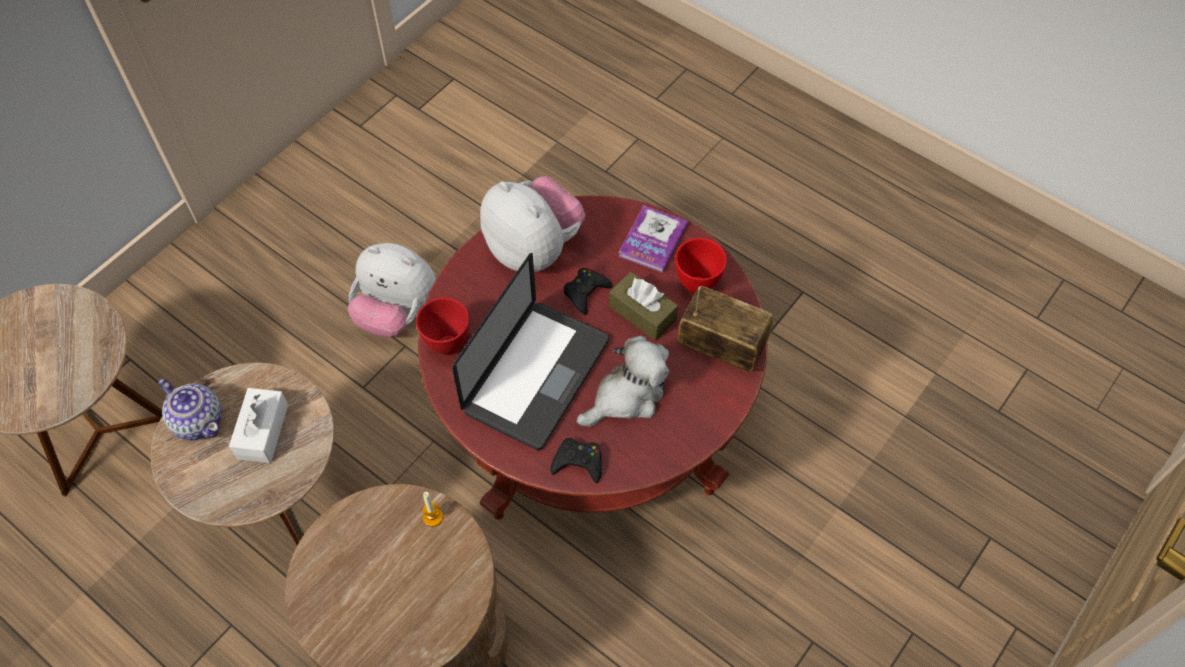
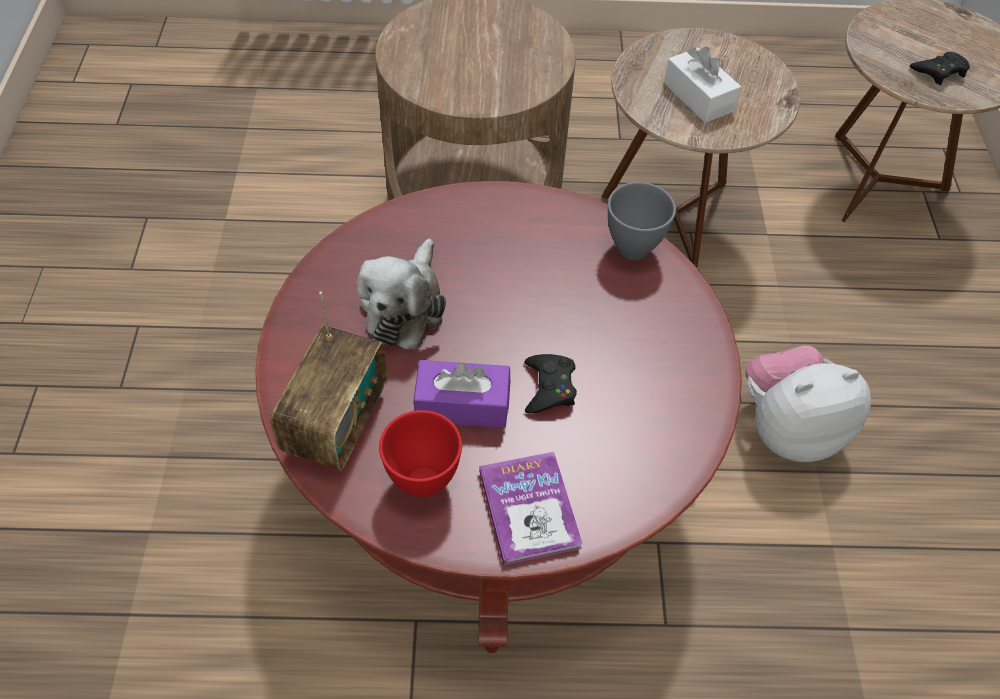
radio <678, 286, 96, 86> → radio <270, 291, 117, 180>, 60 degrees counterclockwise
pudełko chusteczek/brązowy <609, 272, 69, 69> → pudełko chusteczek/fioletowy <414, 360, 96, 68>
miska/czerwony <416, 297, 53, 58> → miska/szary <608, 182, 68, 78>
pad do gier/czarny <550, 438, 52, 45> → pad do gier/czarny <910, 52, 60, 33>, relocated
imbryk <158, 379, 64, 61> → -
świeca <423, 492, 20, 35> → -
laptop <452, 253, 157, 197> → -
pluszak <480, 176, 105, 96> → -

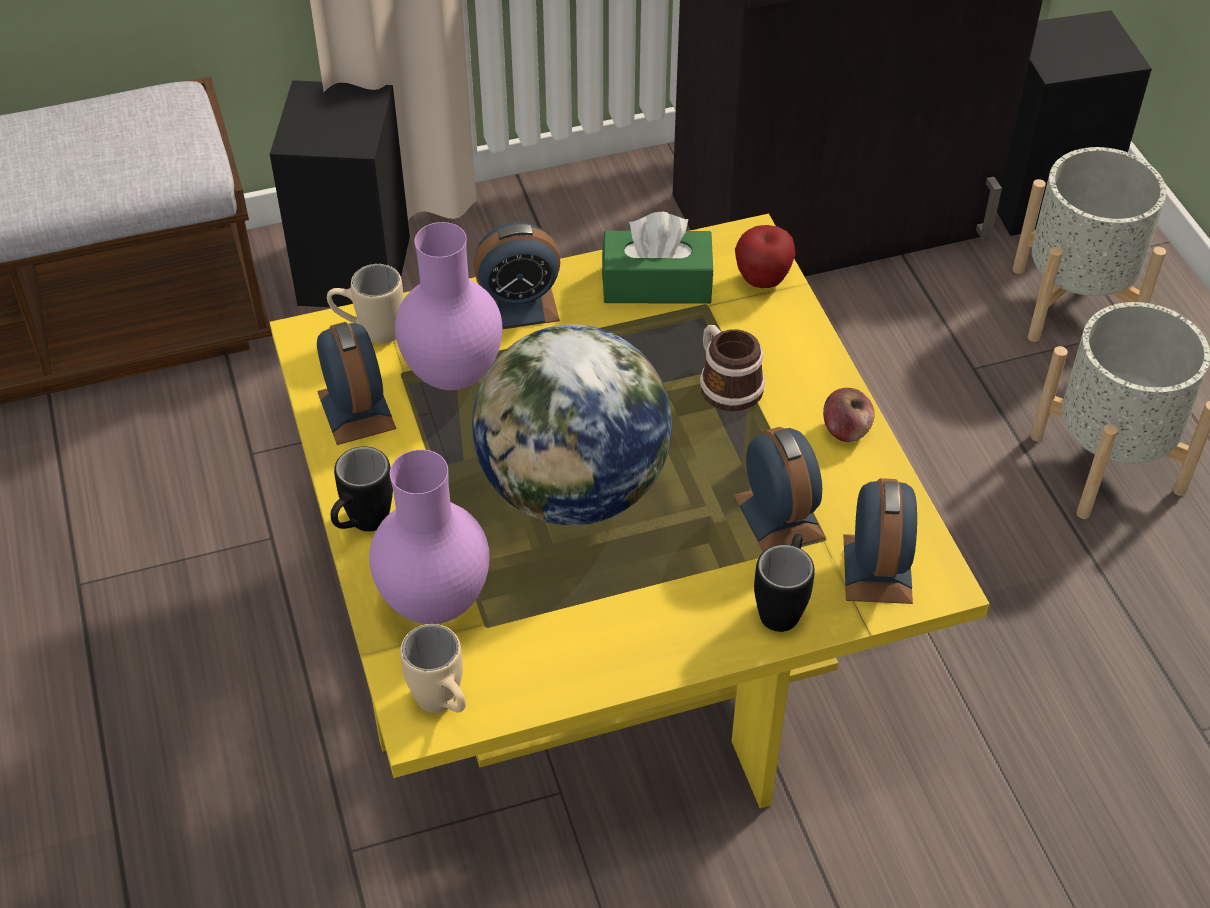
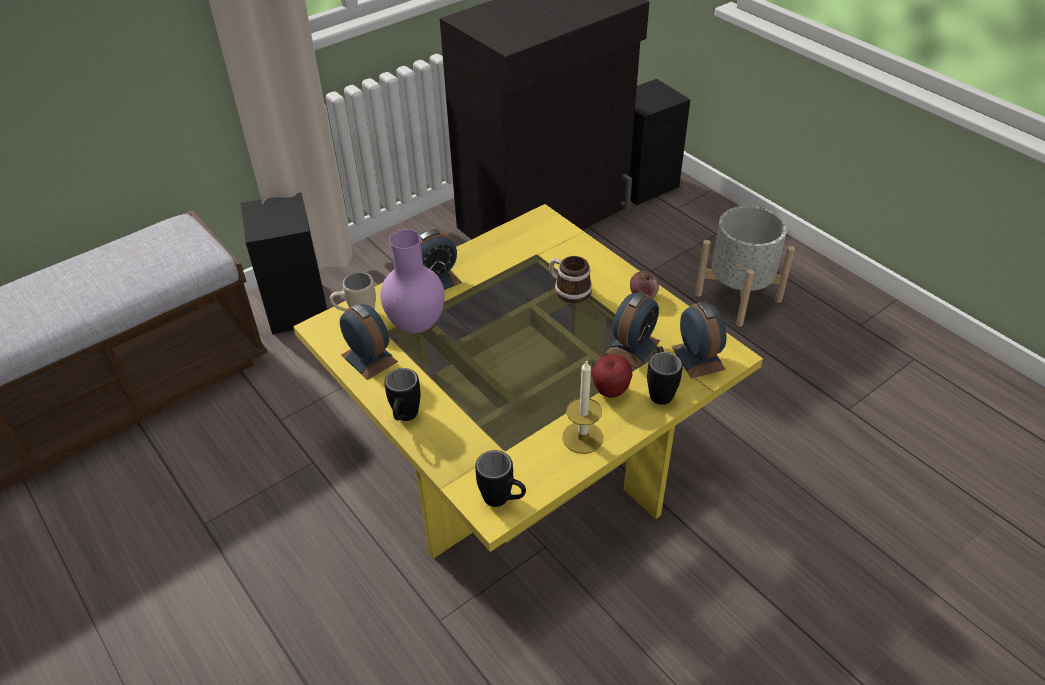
kubek/beżowy <400, 624, 66, 89> → kubek/czarny <475, 450, 51, 57>
- → świeca <562, 360, 41, 94>
jabłko <735, 225, 60, 63> → jabłko <592, 354, 40, 44>, relocated
budzik <734, 427, 91, 125> → budzik <605, 292, 55, 76>, 75 degrees clockwise
wazon/fioletowy <369, 449, 120, 175> → -
globus <472, 324, 200, 202> → -
pudełko chusteczek/zielony <602, 212, 112, 92> → -
donica/szary <1013, 147, 153, 195> → -

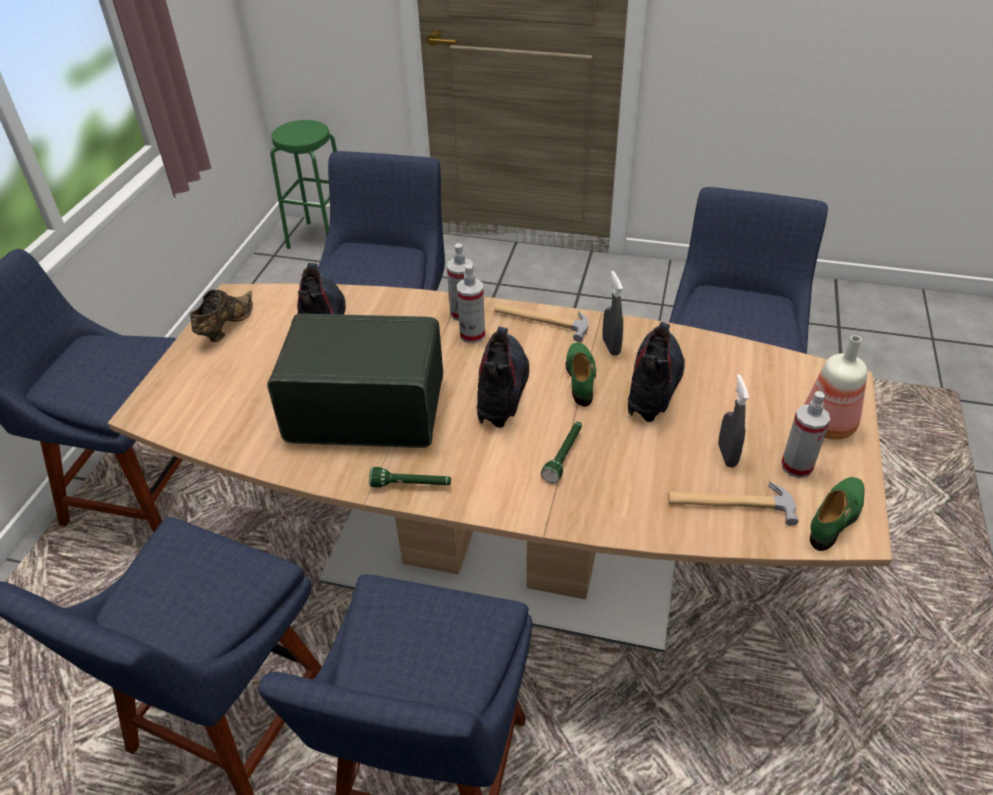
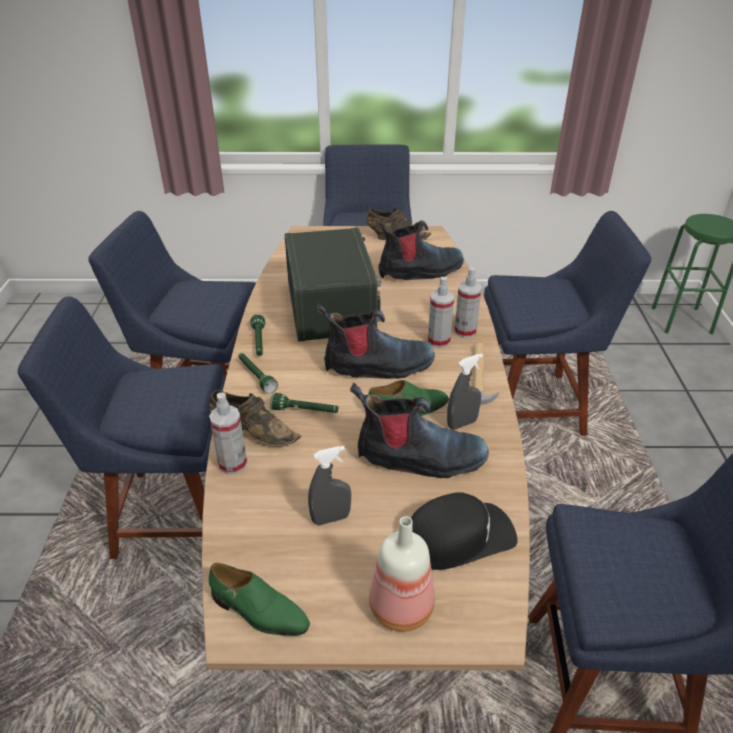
- → but/brązowy <209, 390, 92, 57>
spryskiwacz <781, 391, 49, 87> → spryskiwacz <209, 392, 38, 82>, relocated
- → latarka/zielony <238, 353, 40, 41>
- → czapka z daszkiem/czarny <411, 492, 107, 78>
młotek <668, 481, 131, 45> → -

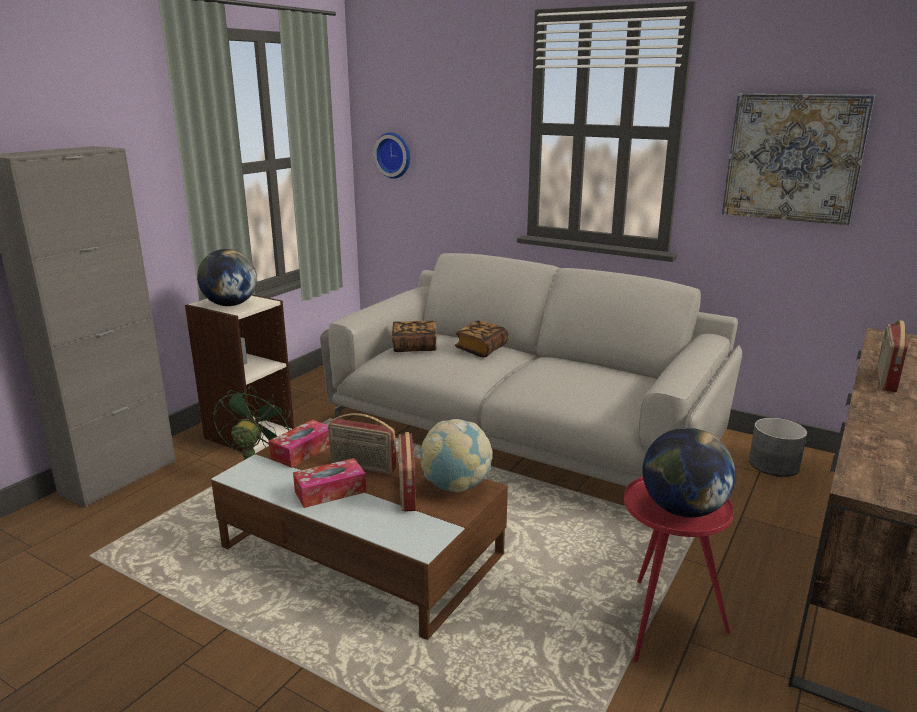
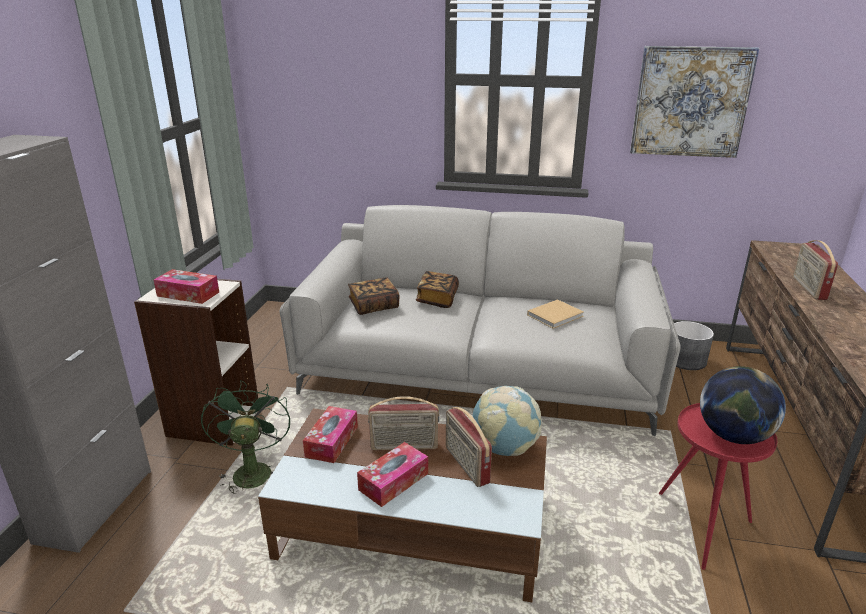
globus <197, 249, 60, 57> → pudełko chusteczek <154, 269, 65, 35>
- → książka/beżowy <527, 299, 57, 30>
zegar ścienny <373, 132, 37, 47> → -

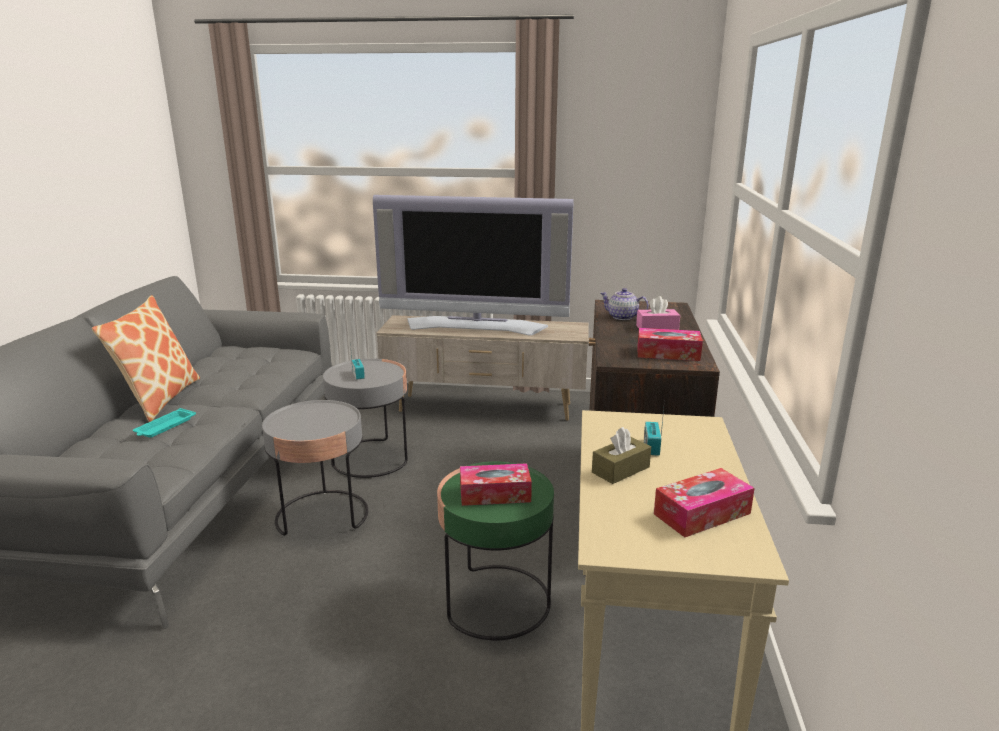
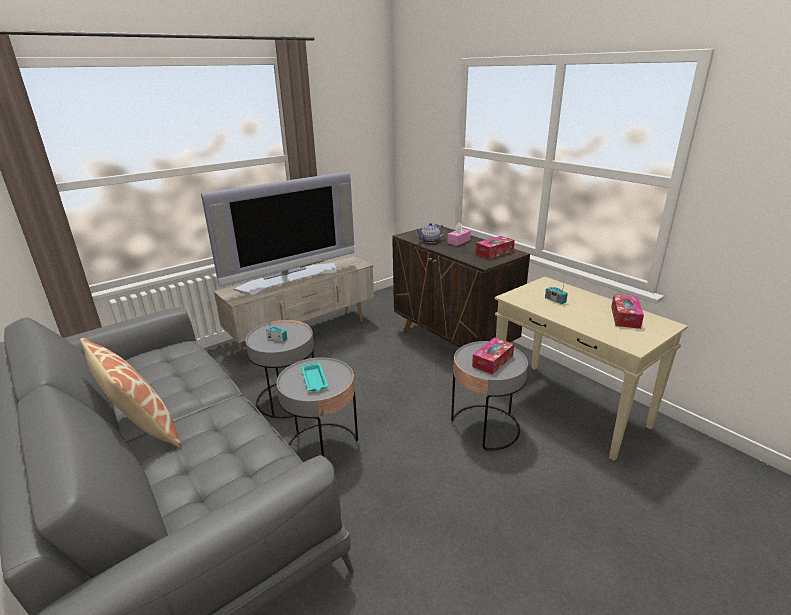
taca/turkusowy <133, 408, 63, 30> → taca/turkusowy <301, 362, 27, 29>, relocated
stolik/zielony <437, 462, 117, 178> → stolik/szary <451, 341, 77, 110>
pudełko chusteczek/brązowy <592, 427, 59, 57> → -

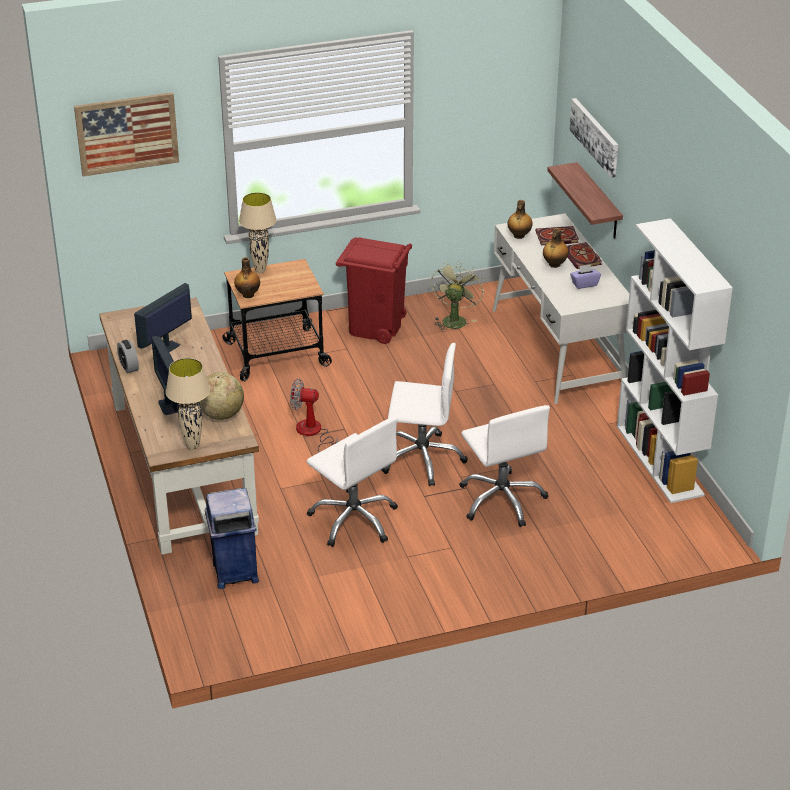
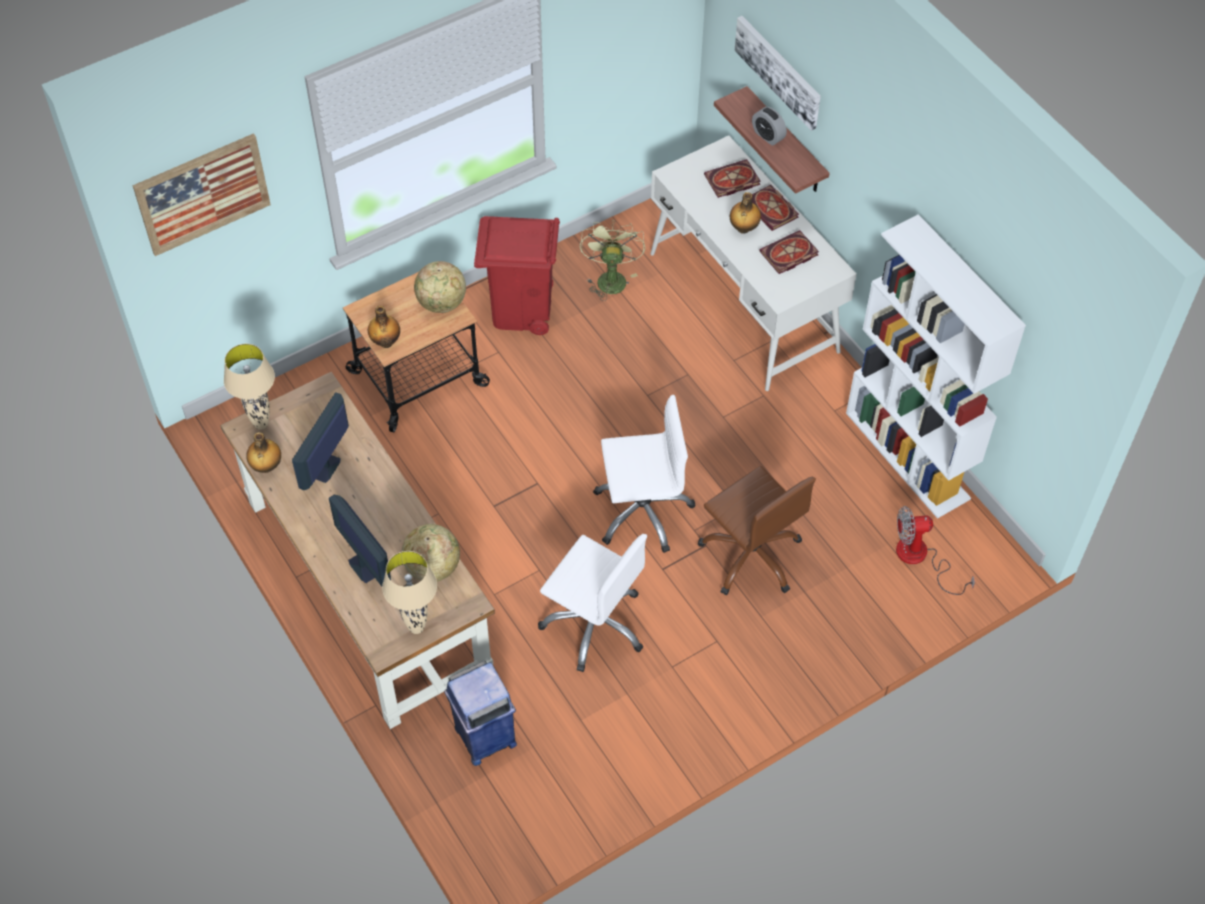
lampa stołowa/beżowy <239, 192, 38, 81> → lampa stołowa/beżowy <224, 344, 51, 86>, relocated
butelka <507, 200, 26, 39> → butelka <246, 432, 35, 41>, relocated
- → globus <414, 261, 52, 52>
krzesło biurowe/biały <459, 405, 91, 122> → krzesło biurowe/brązowy <698, 466, 118, 129>
budzik <117, 340, 22, 34> → budzik <752, 107, 35, 38>, relocated
pudełko chusteczek/fioletowy <570, 264, 31, 25> → książka <759, 230, 60, 44>
wentylator <290, 379, 48, 73> → wentylator <896, 506, 79, 89>, relocated

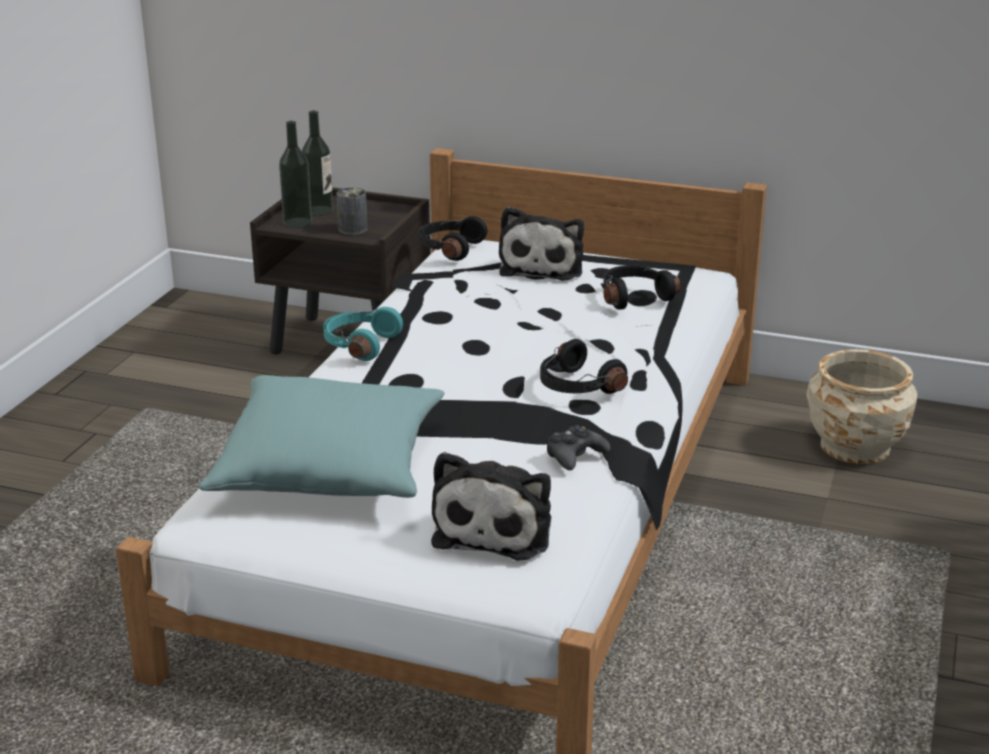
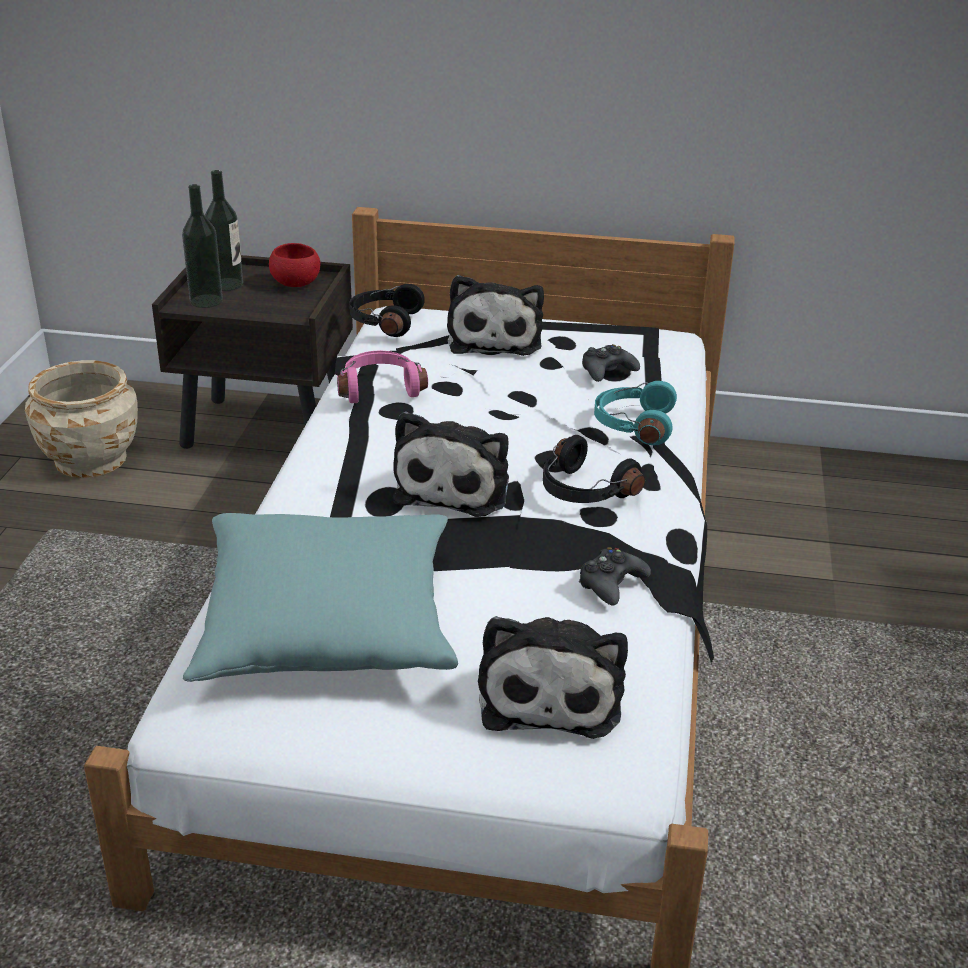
donica/beżowy <806, 349, 112, 115> → donica/beżowy <25, 360, 113, 118>, relocated
- → miska/czerwony <269, 243, 51, 44>
- → słuchawki/różowy <337, 351, 91, 52>
- → pluszak <393, 412, 116, 105>
słuchawki/czarny <601, 265, 80, 44> → pad do gier/czarny <582, 344, 58, 38>
słuchawki/turkusowy <323, 307, 80, 54> → słuchawki/turkusowy <594, 381, 83, 64>, relocated
puszka <336, 187, 32, 48> → -

